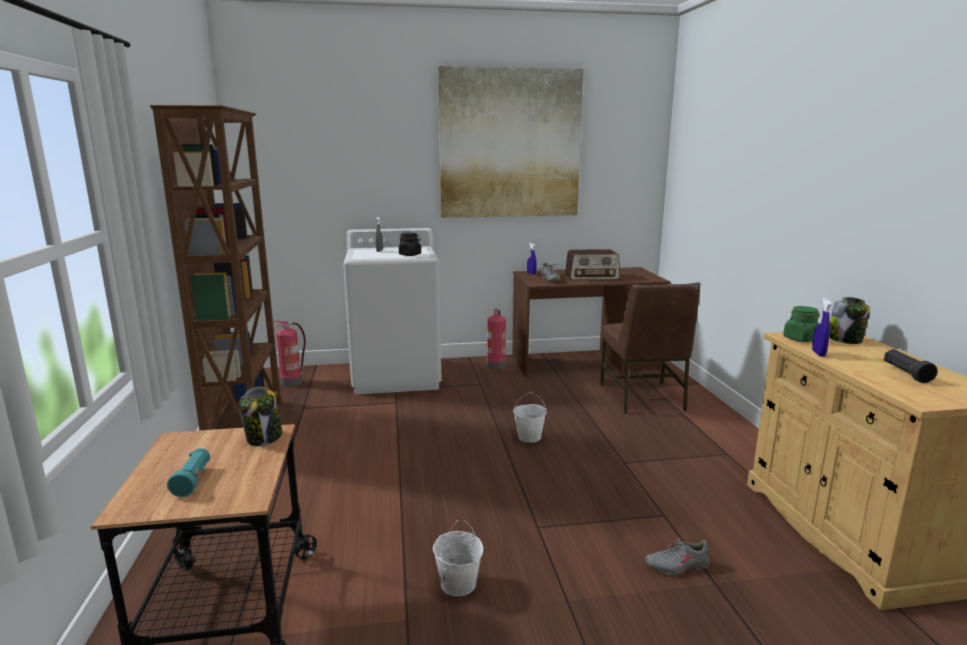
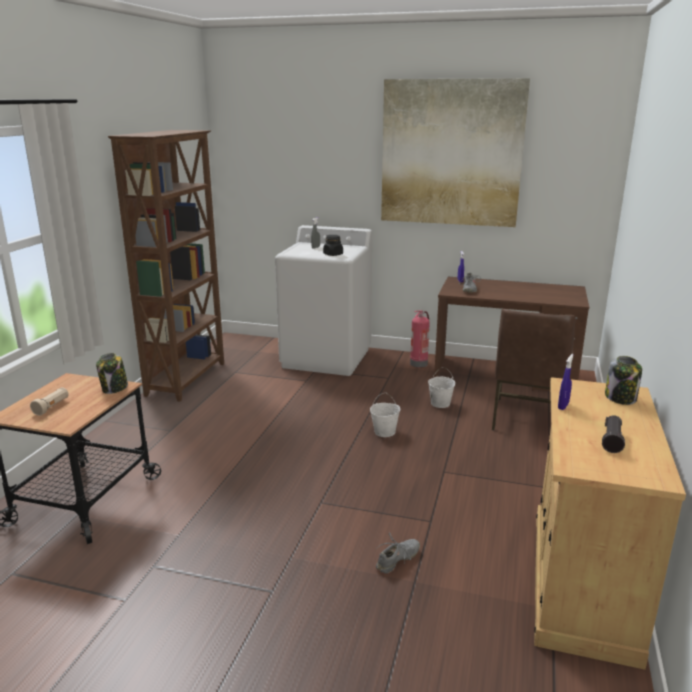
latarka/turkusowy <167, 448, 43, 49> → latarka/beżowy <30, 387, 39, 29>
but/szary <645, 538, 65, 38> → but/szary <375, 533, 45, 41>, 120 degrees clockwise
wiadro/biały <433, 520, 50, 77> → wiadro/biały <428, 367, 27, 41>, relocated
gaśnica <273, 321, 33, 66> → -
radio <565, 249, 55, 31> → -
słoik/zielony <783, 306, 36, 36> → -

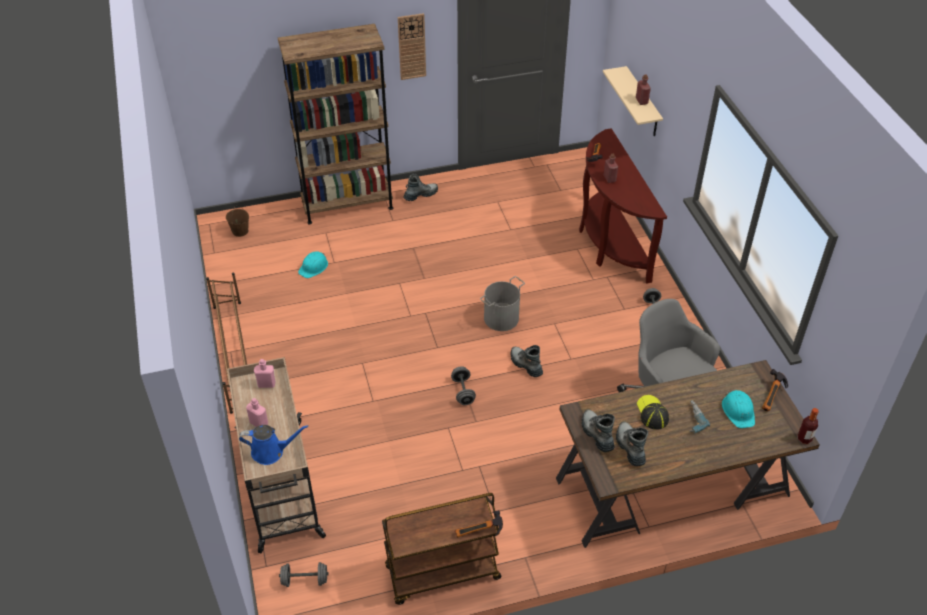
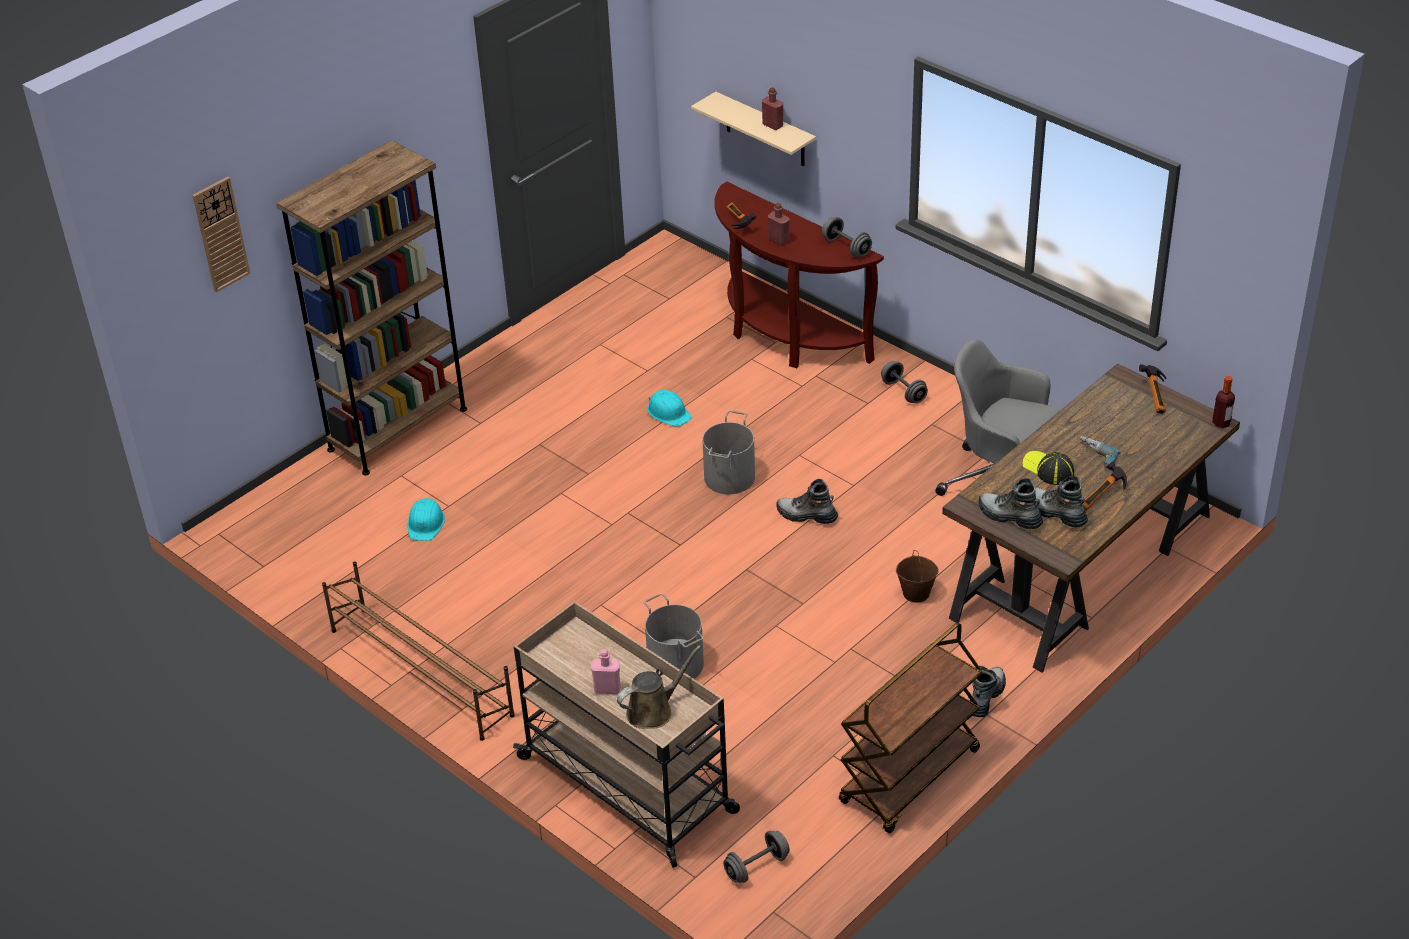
zegar ścienny <398, 13, 28, 67> → zegar ścienny <193, 177, 57, 116>, relocated
konewka/niebieski <239, 425, 70, 40> → konewka/brązowy <617, 645, 84, 84>
- → wiadro/szary <643, 593, 61, 86>
kask/turkusowy <722, 390, 33, 38> → kask/turkusowy <647, 390, 45, 37>, relocated
hantel/szary <451, 366, 25, 39> → hantel/szary <822, 217, 50, 40>, relocated
wiadro/brązowy <226, 205, 23, 32> → wiadro/brązowy <896, 550, 42, 53>, relocated
but z cholewką <403, 174, 35, 27> → but z cholewką <970, 666, 36, 51>, relocated
młotek <455, 510, 48, 27> → młotek <1083, 462, 44, 49>, relocated
butelka/różowy <254, 359, 22, 29> → -

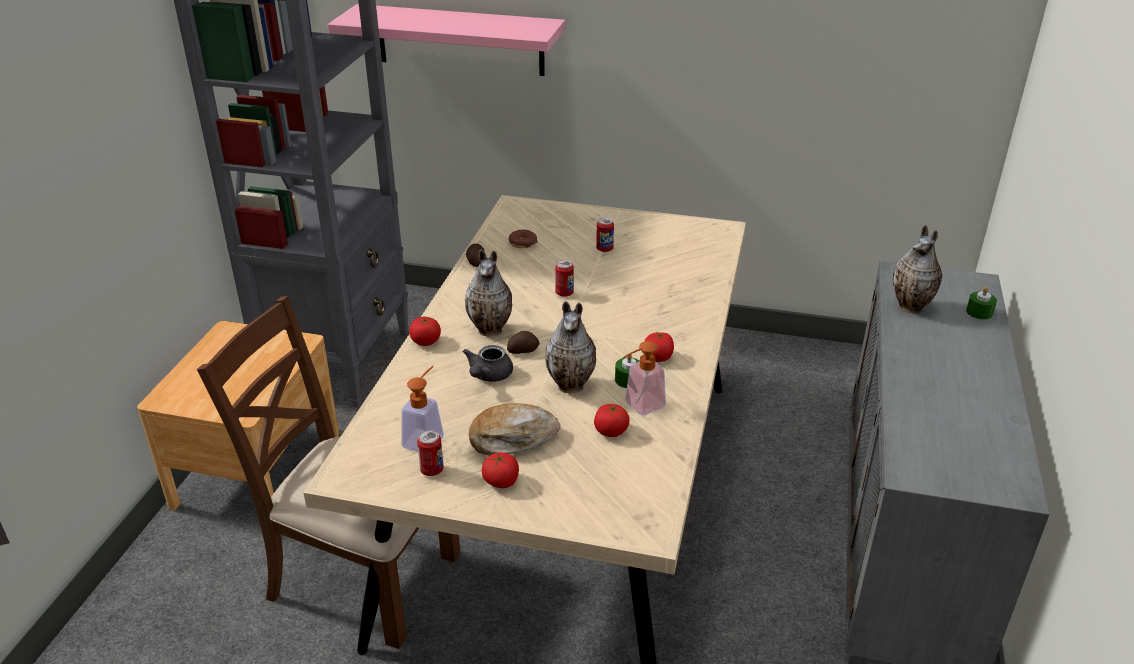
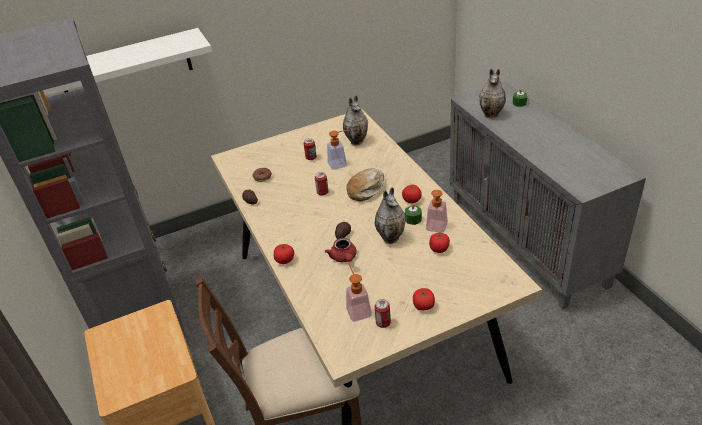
półka/różowy <328, 4, 237, 72> → półka/biały <43, 28, 169, 68>
imbryk/szary <463, 345, 50, 37> → imbryk/czerwony <325, 238, 32, 24>
- → dozownik mydła <327, 130, 23, 40>
wazon <465, 249, 47, 87> → wazon <343, 96, 25, 50>, relocated
chleb <468, 403, 93, 53> → chleb <346, 168, 38, 33>, relocated

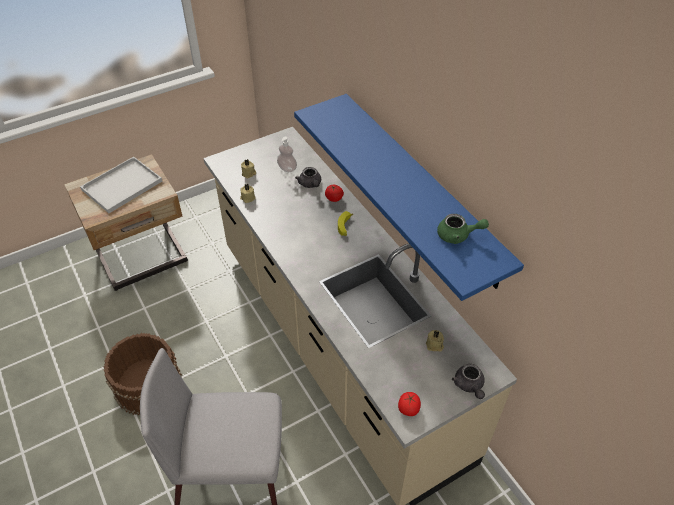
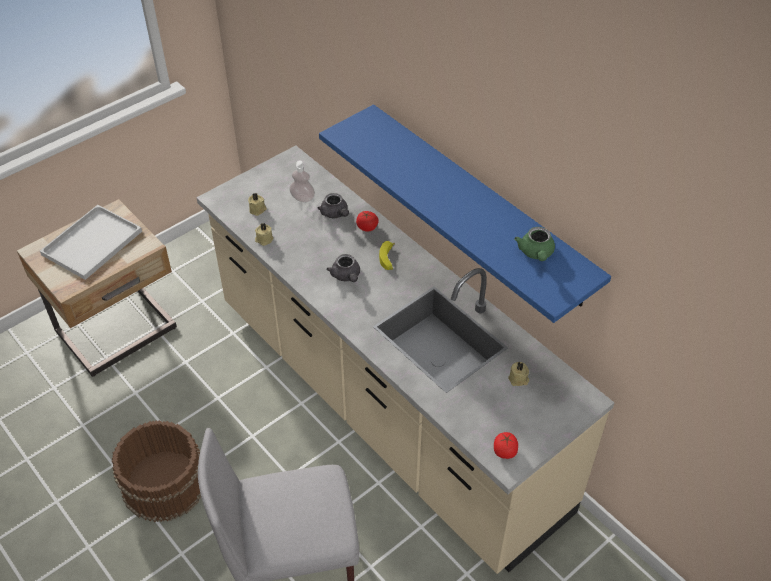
imbryk/szary <452, 364, 33, 35> → imbryk/szary <327, 254, 33, 28>, relocated
imbryk/zielony <437, 214, 52, 30> → imbryk/zielony <514, 227, 41, 34>, 90 degrees clockwise

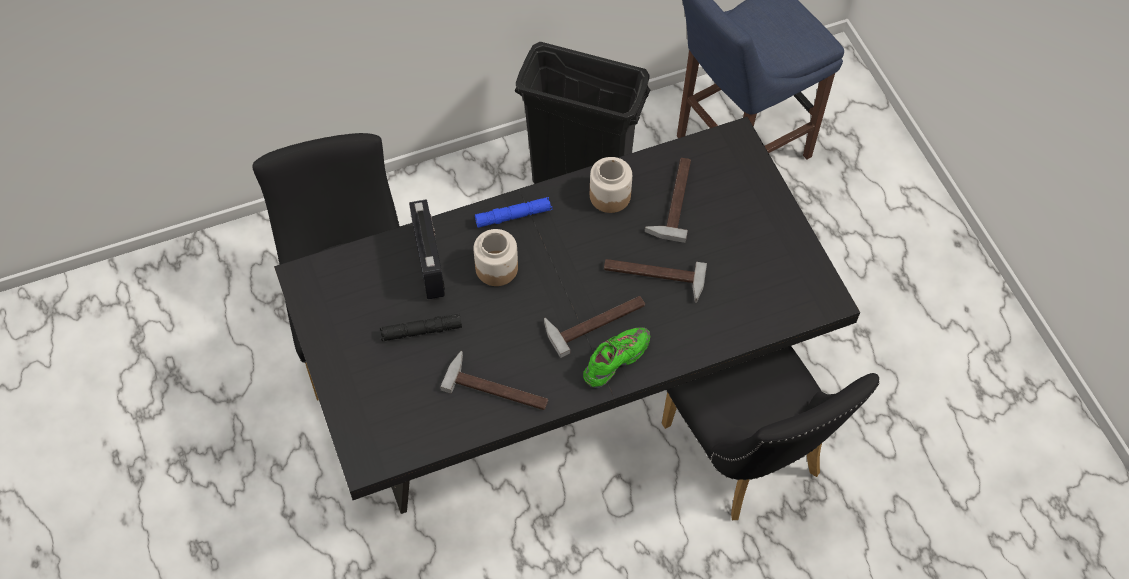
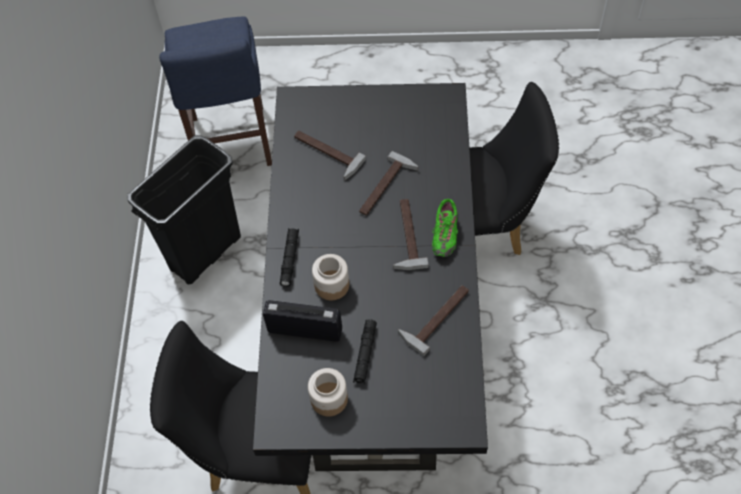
latarka/niebieski <475, 197, 78, 31> → latarka/czarny <280, 228, 19, 59>
słoik <590, 157, 42, 56> → słoik <308, 368, 40, 48>, relocated
but/zielony <583, 327, 67, 61> → but/zielony <432, 199, 26, 58>, 150 degrees counterclockwise

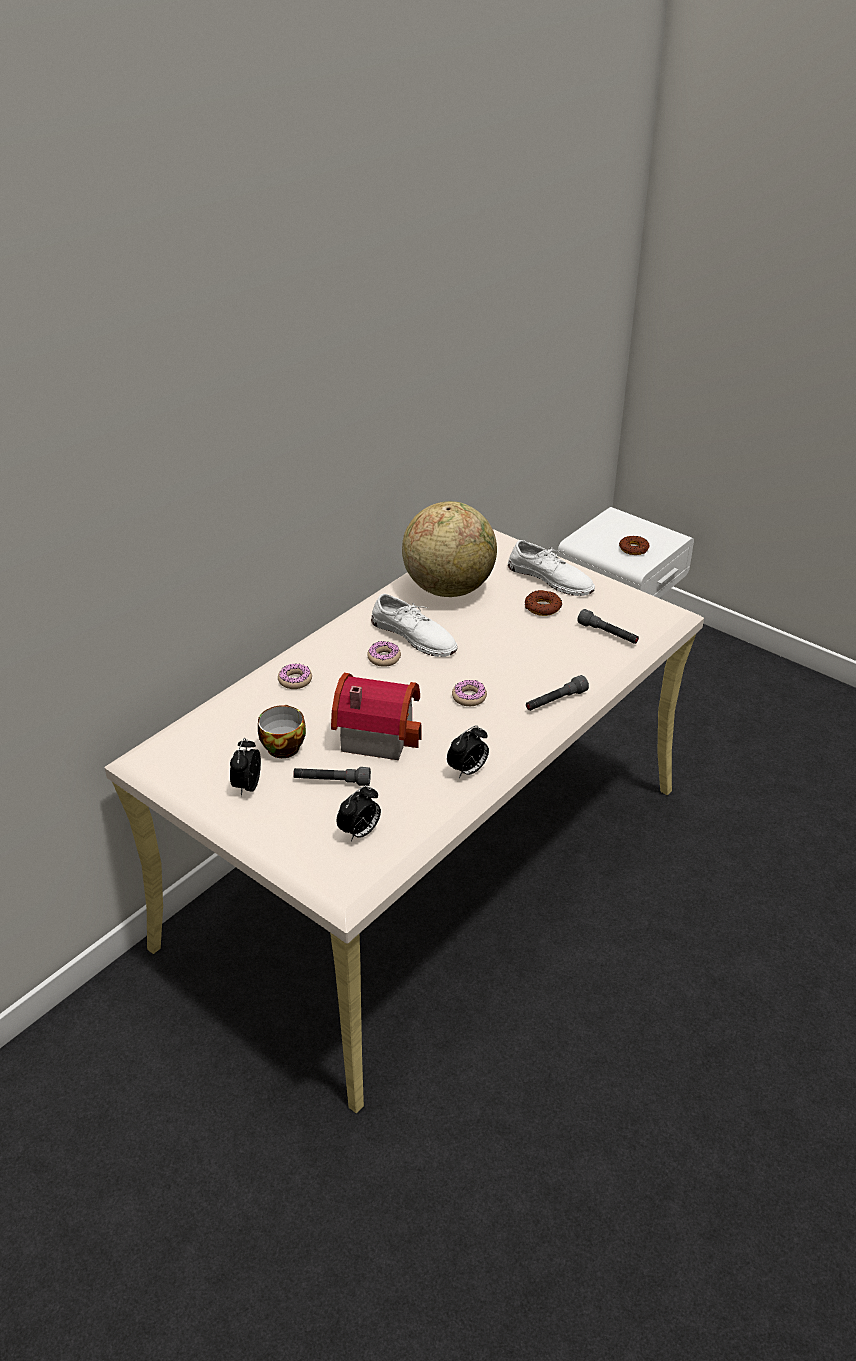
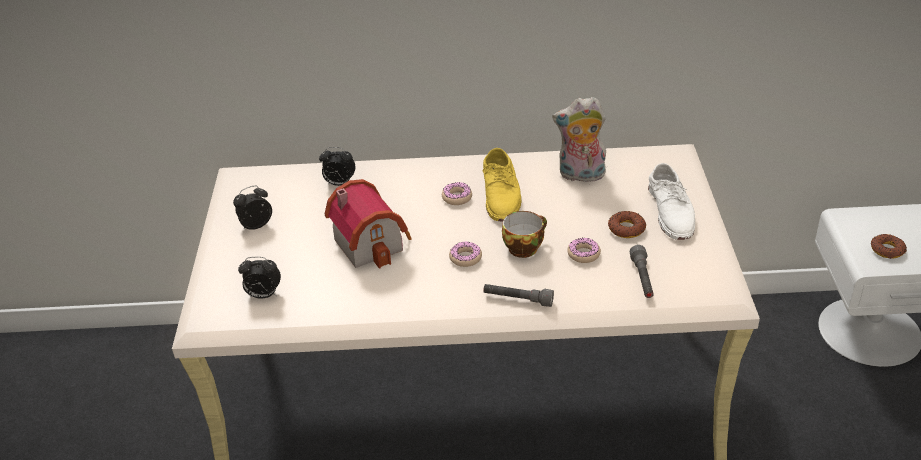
budzik <447, 725, 42, 53> → budzik <319, 147, 37, 39>, relocated
but/biały <371, 594, 86, 63> → but/żółty <483, 148, 39, 73>
filiżanka <258, 705, 48, 53> → filiżanka <502, 211, 45, 47>, relocated
globus <402, 501, 95, 96> → pluszak <552, 97, 54, 85>
donut <278, 664, 34, 25> → donut <567, 238, 34, 25>, relocated
latarka/szary <293, 767, 78, 19> → -

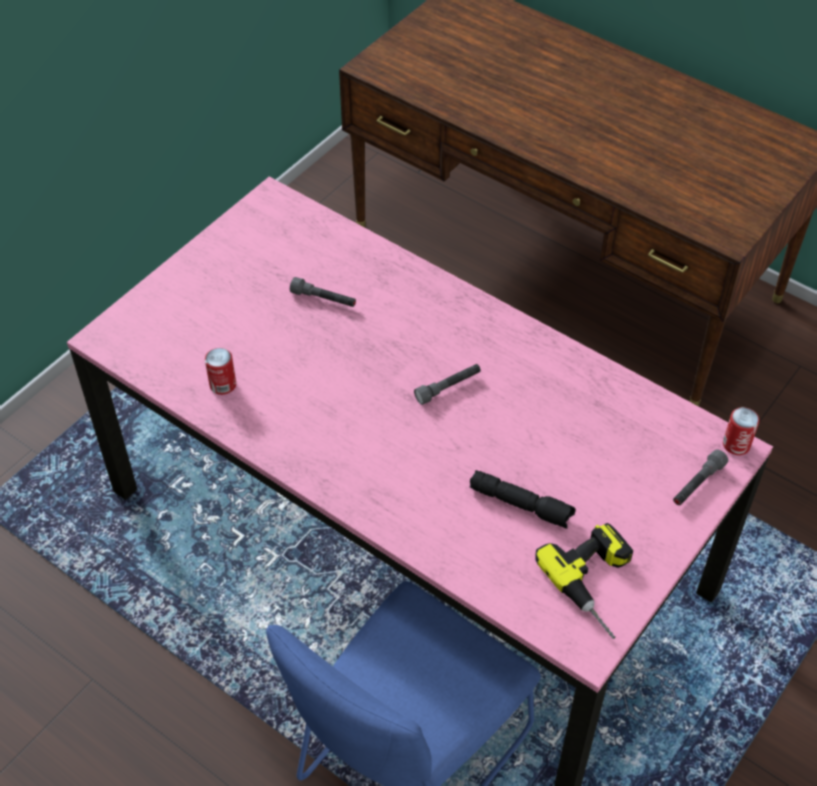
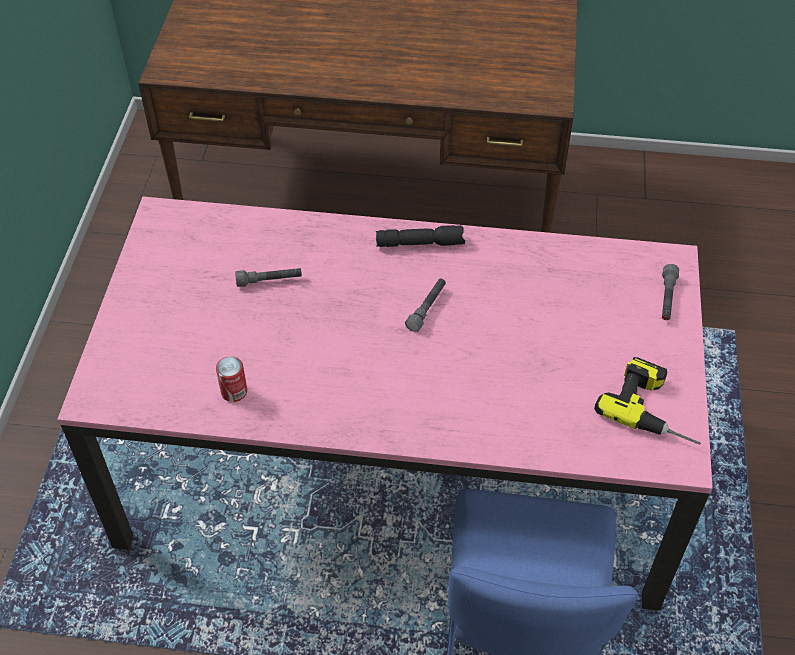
latarka/czarny <470, 470, 106, 59> → latarka/czarny <376, 225, 89, 22>, relocated
puszka <723, 407, 36, 48> → -

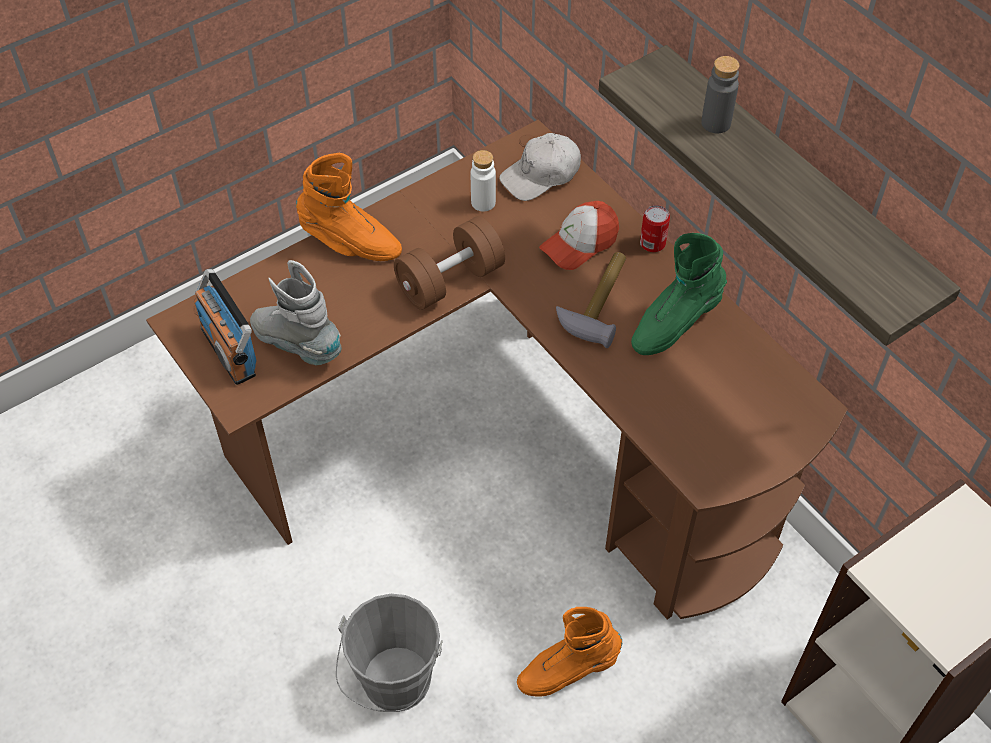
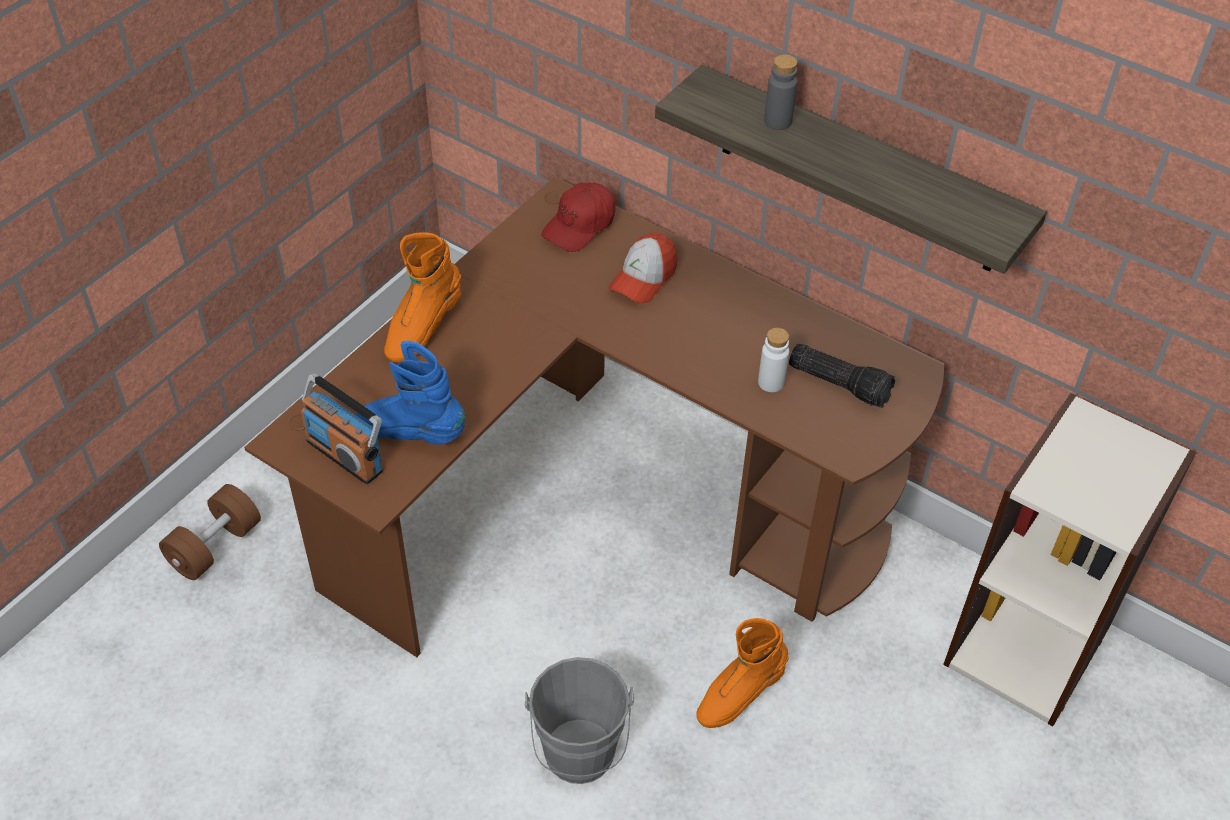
hantel/brązowy <394, 216, 111, 94> → hantel/brązowy <159, 484, 102, 96>, relocated
but z cholewką/szary <250, 260, 92, 106> → but z cholewką/niebieski <356, 341, 109, 104>
but z cholewką/pomarańczowy <296, 153, 106, 108> → but z cholewką/pomarańczowy <384, 232, 77, 131>, 120 degrees clockwise
czapka z daszkiem/biały <499, 133, 82, 68> → czapka z daszkiem/czerwony <541, 183, 75, 69>
butelka/biały <471, 150, 25, 62> → butelka/biały <758, 328, 31, 64>, relocated
- → latarka <789, 344, 106, 64>
młotek <556, 252, 70, 96> → -
but z cholewką/zielony <631, 233, 96, 122> → -
puszka <640, 205, 30, 47> → -

